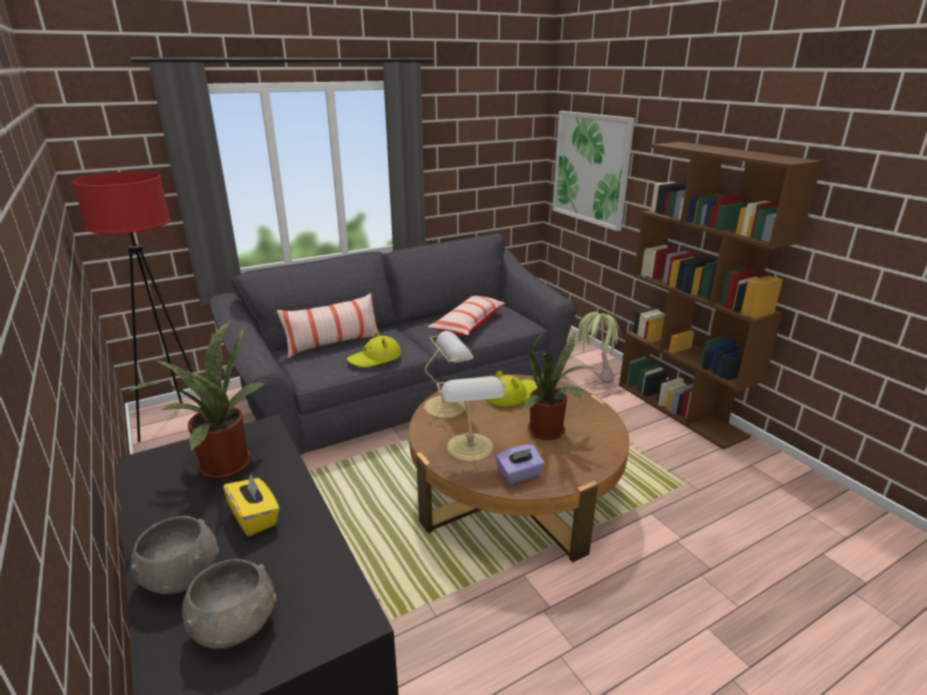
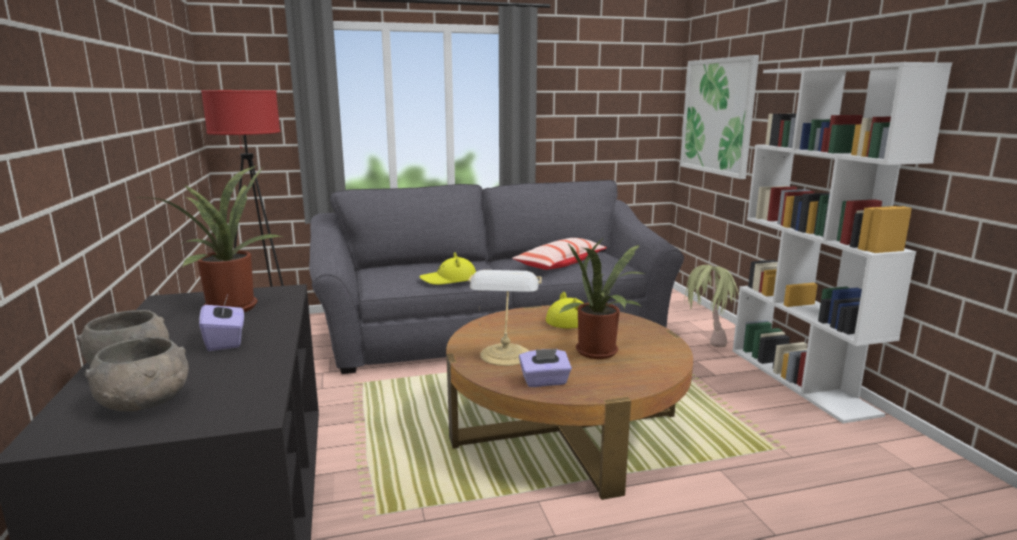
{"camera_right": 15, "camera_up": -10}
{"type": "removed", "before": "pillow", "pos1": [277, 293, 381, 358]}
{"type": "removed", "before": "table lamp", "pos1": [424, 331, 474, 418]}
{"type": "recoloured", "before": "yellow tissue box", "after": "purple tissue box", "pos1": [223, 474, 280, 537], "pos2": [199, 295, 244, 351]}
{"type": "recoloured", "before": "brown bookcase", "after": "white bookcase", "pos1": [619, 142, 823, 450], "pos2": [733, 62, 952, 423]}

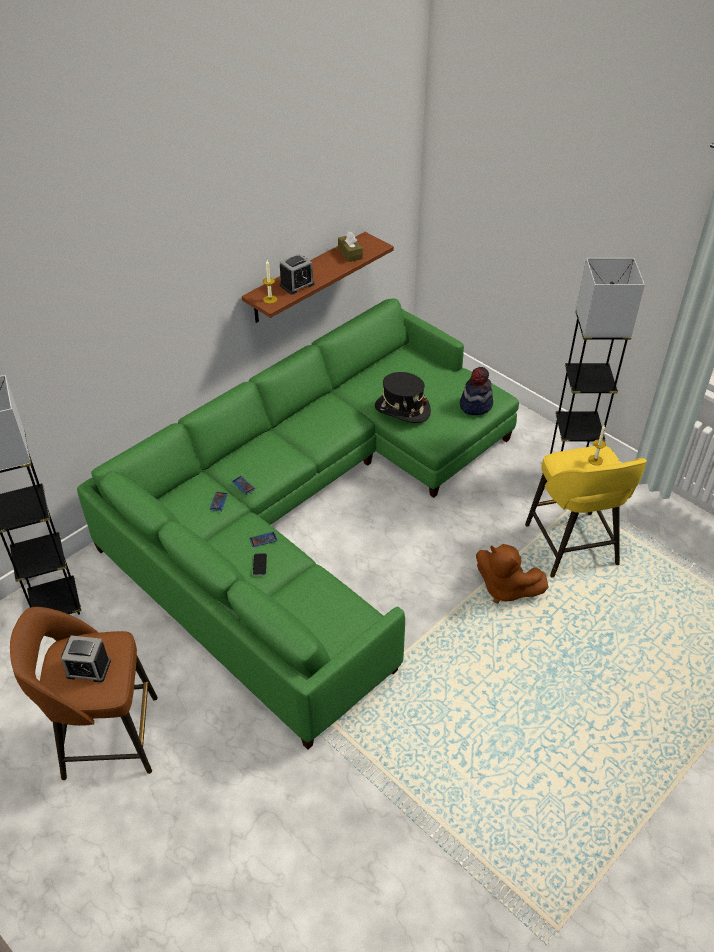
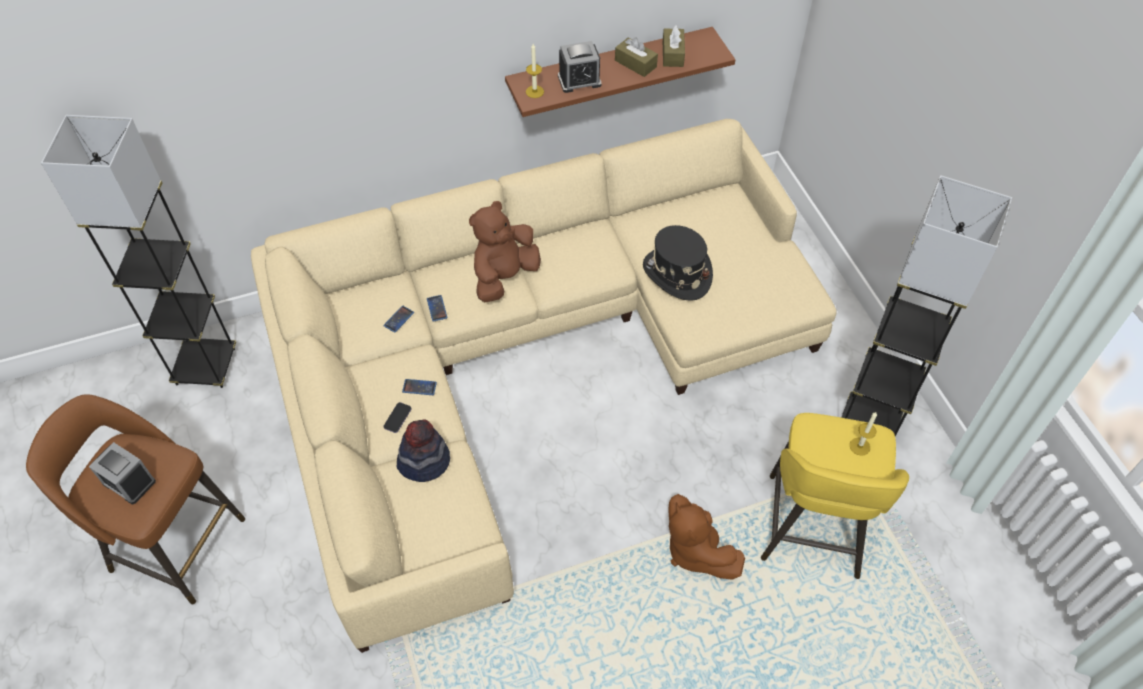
{"camera_right": 25, "camera_up": 10}
{"type": "added", "after": "brown plush toy", "pos2": [469, 201, 541, 302]}
{"type": "added", "after": "brown tissue box", "pos2": [615, 37, 658, 77]}
{"type": "moved", "before": "hat", "pos1": [460, 367, 493, 415], "pos2": [397, 420, 450, 482]}
{"type": "recoloured", "before": "green sofa", "after": "beige sofa", "pos1": [77, 298, 519, 750], "pos2": [251, 119, 837, 653]}

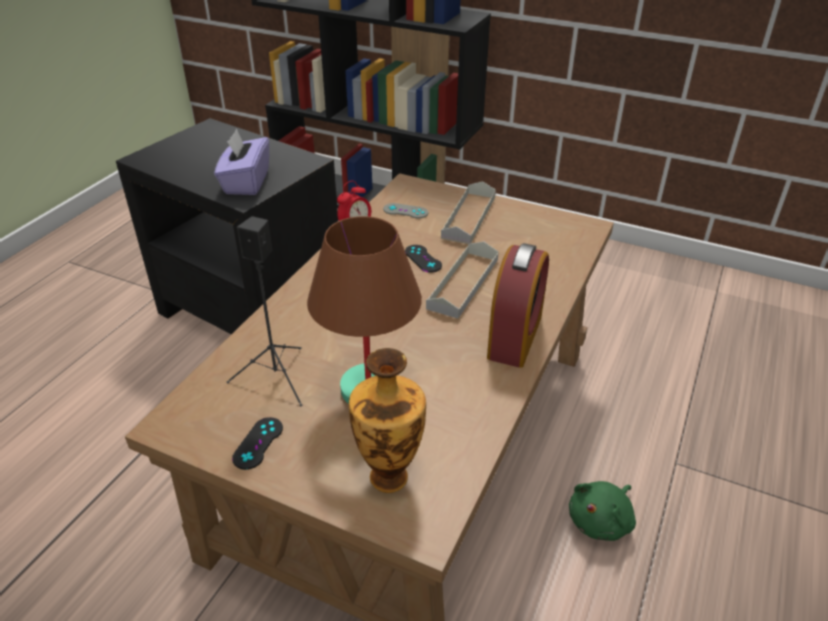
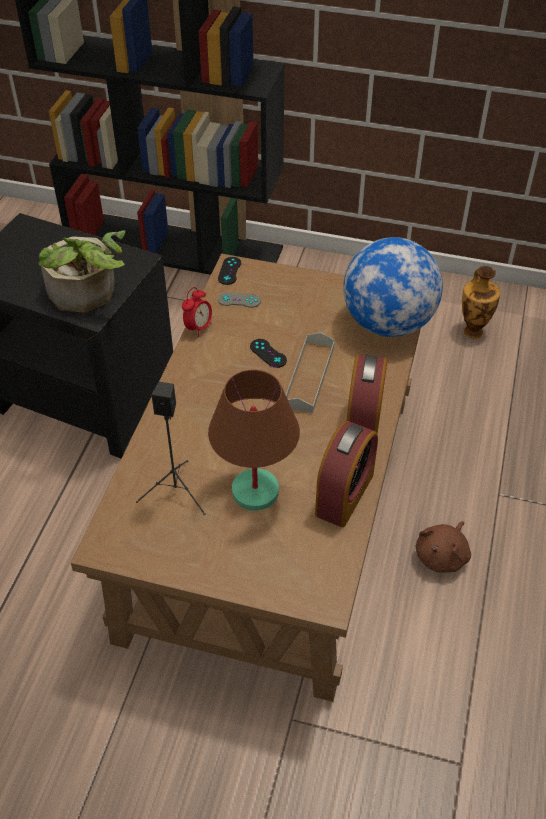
{"camera_right": -10, "camera_up": 10}
{"type": "removed", "before": "grey tray", "pos1": [441, 181, 496, 244]}
{"type": "added", "after": "alarm clock", "pos2": [315, 421, 378, 527]}
{"type": "added", "after": "globe", "pos2": [343, 237, 443, 337]}
{"type": "moved", "before": "black game controller", "pos1": [232, 417, 283, 470], "pos2": [218, 257, 241, 285]}
{"type": "moved", "before": "vase", "pos1": [349, 348, 426, 493], "pos2": [462, 266, 500, 339]}
{"type": "replaced", "before": "purple tissue box", "after": "potted plant", "pos1": [214, 129, 269, 195], "pos2": [38, 230, 125, 313]}
{"type": "recoloured", "before": "green plush toy", "after": "brown plush toy", "pos1": [569, 481, 636, 541], "pos2": [415, 521, 471, 573]}

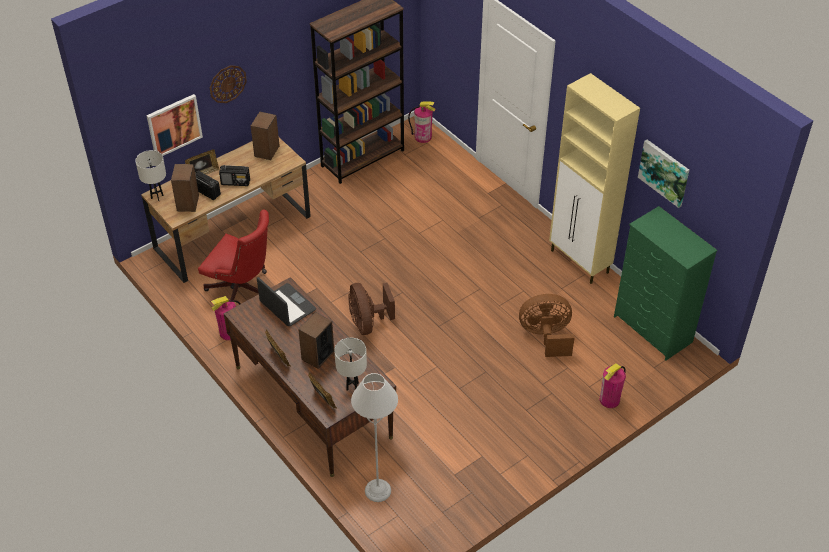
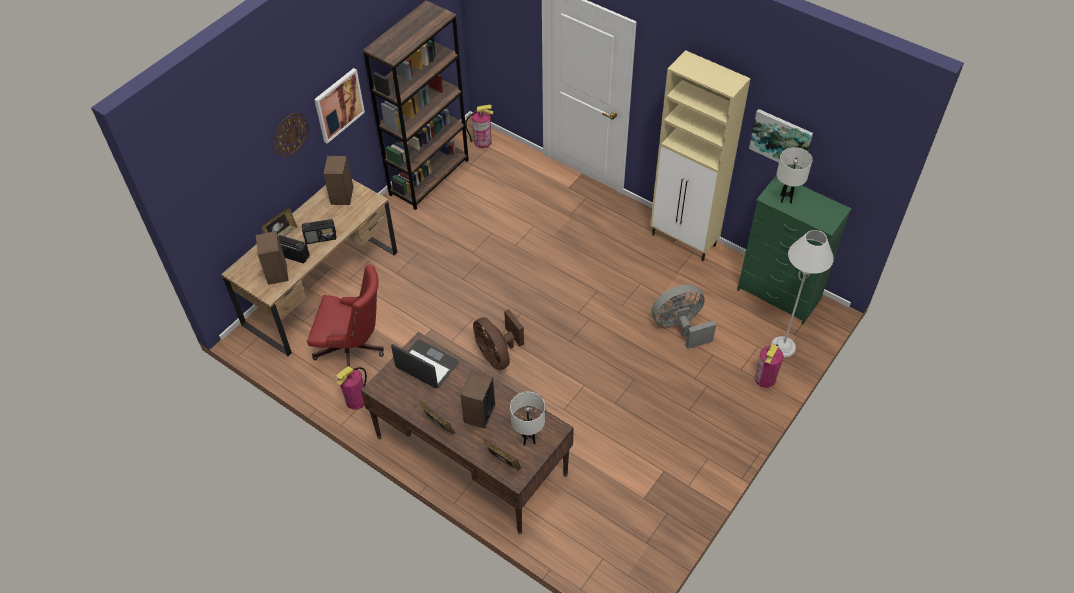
{"camera_right": -15, "camera_up": 5}
{"type": "moved", "before": "white table lamp", "pos1": [135, 150, 166, 201], "pos2": [777, 147, 812, 203]}
{"type": "moved", "before": "picture", "pos1": [146, 94, 203, 156], "pos2": [314, 68, 365, 144]}
{"type": "moved", "before": "grey floor lamp", "pos1": [351, 373, 398, 502], "pos2": [771, 230, 834, 357]}
{"type": "recoloured", "before": "brown fan", "after": "grey fan", "pos1": [519, 294, 574, 357], "pos2": [652, 284, 716, 349]}

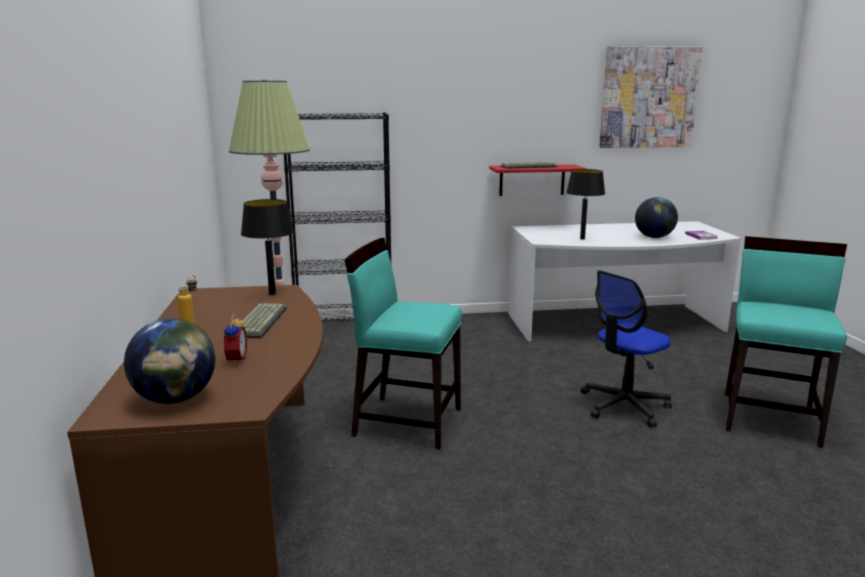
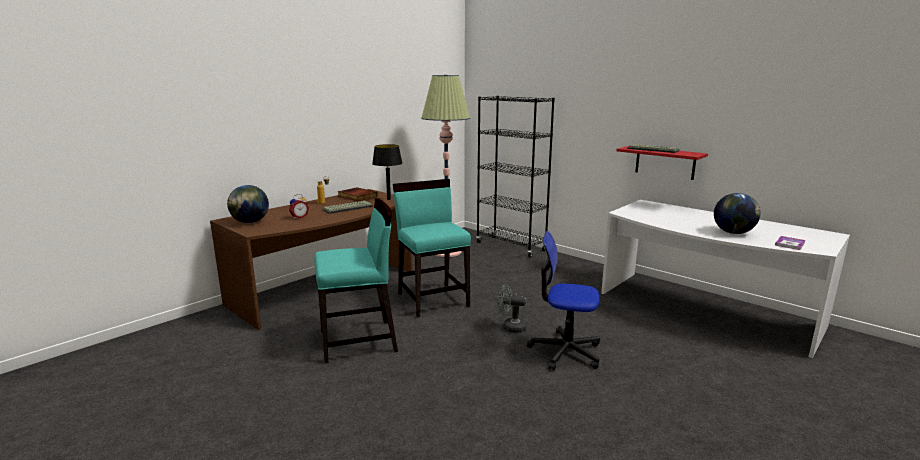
{"camera_right": 50, "camera_up": 0}
{"type": "removed", "before": "black table lamp", "pos1": [566, 169, 605, 239]}
{"type": "removed", "before": "picture", "pos1": [599, 46, 703, 148]}
{"type": "added", "after": "book", "pos2": [338, 187, 377, 201]}
{"type": "added", "after": "grey fan", "pos2": [497, 284, 527, 333]}
{"type": "moved", "before": "turquoise chair", "pos1": [725, 236, 847, 448], "pos2": [314, 198, 398, 363]}

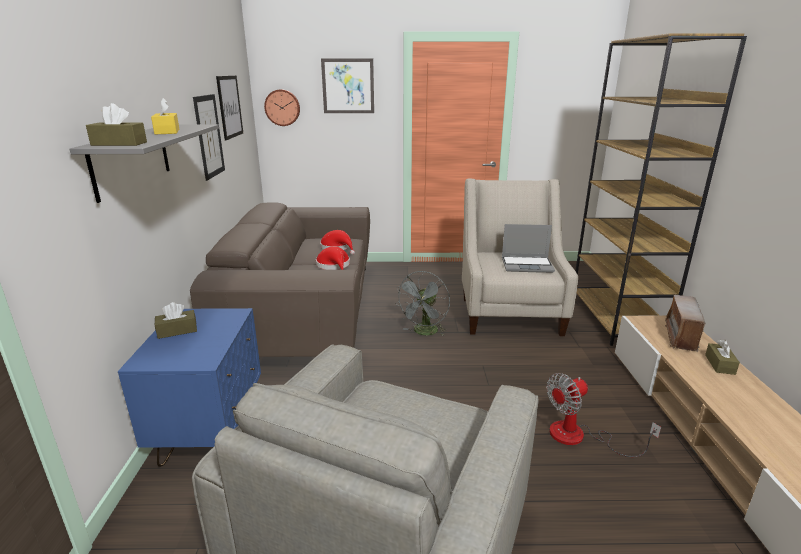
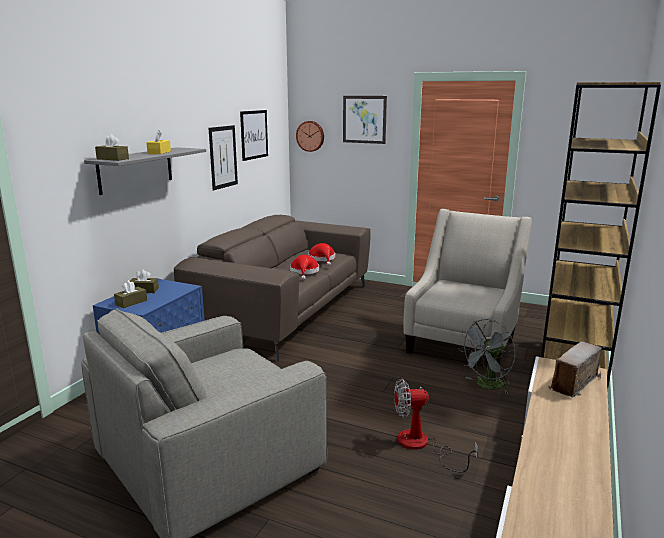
{"camera_right": 25, "camera_up": -5}
{"type": "removed", "before": "laptop", "pos1": [502, 224, 555, 273]}
{"type": "moved", "before": "grey fan", "pos1": [395, 271, 450, 336], "pos2": [458, 319, 515, 394]}
{"type": "moved", "before": "brown tissue box", "pos1": [705, 340, 740, 375], "pos2": [114, 280, 147, 308]}

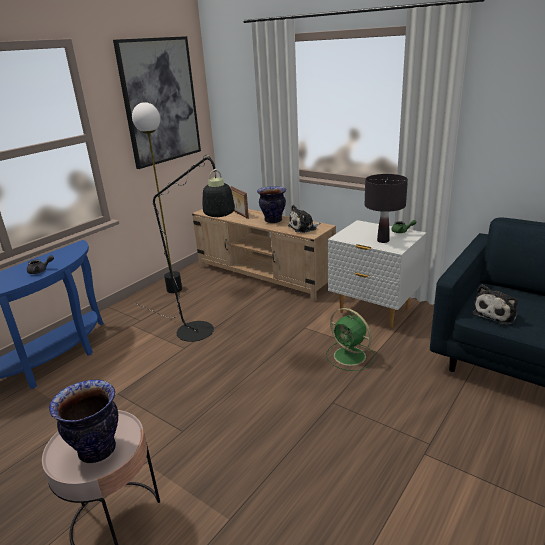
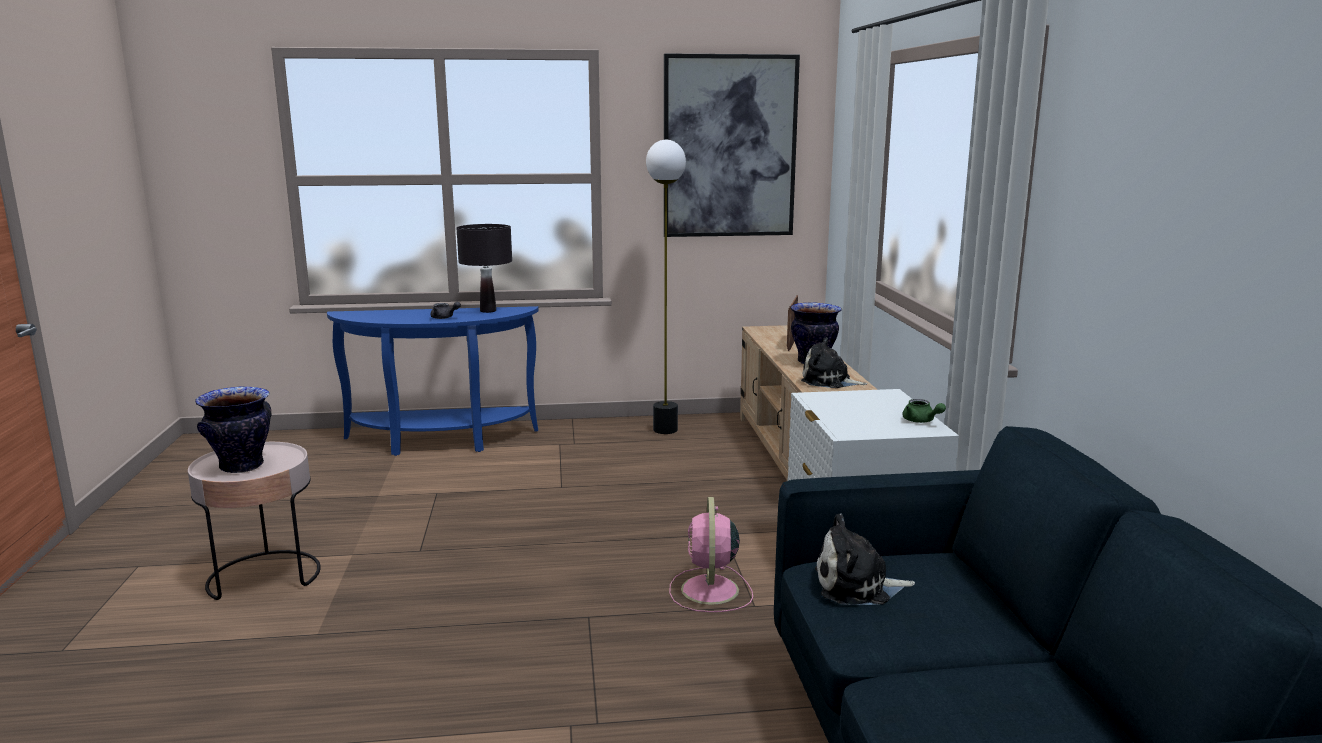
{"camera_right": 45, "camera_up": -10}
{"type": "removed", "before": "black floor lamp", "pos1": [135, 155, 235, 342]}
{"type": "moved", "before": "black table lamp", "pos1": [365, 174, 408, 243], "pos2": [457, 224, 512, 313]}
{"type": "recoloured", "before": "green fan", "after": "pink fan", "pos1": [326, 308, 375, 371], "pos2": [669, 497, 753, 612]}

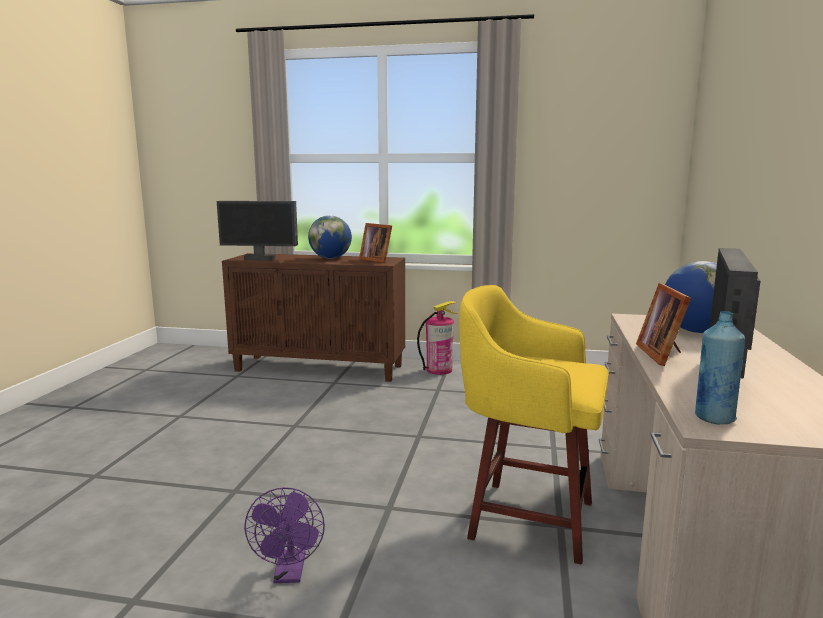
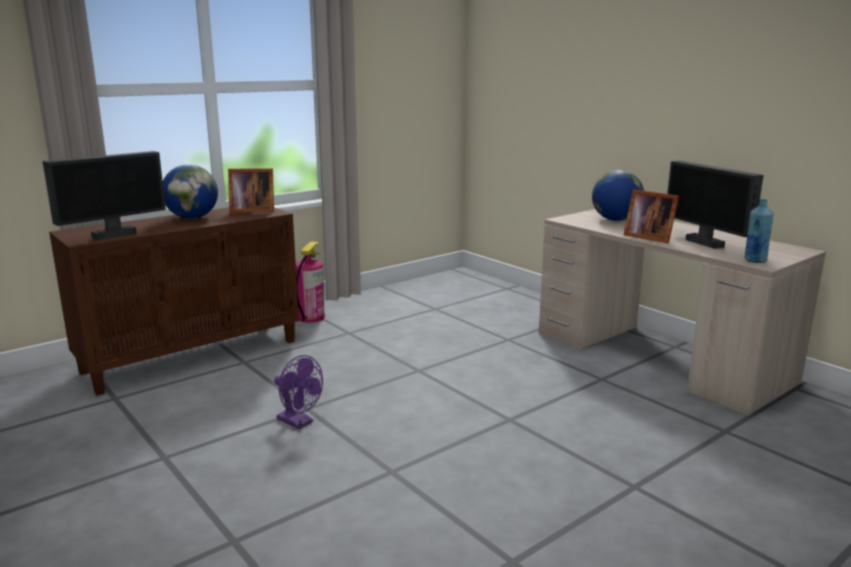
{"camera_right": -50, "camera_up": 5}
{"type": "removed", "before": "yellow stool", "pos1": [459, 285, 609, 565]}
{"type": "moved", "before": "purple fan", "pos1": [244, 487, 325, 583], "pos2": [274, 355, 323, 429]}

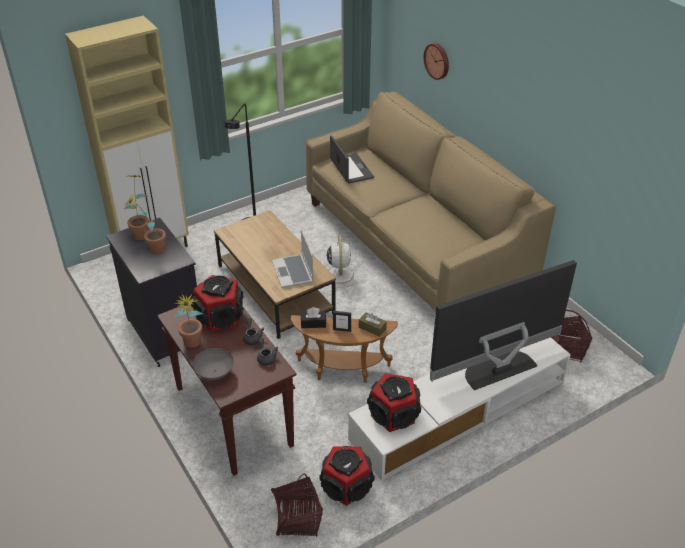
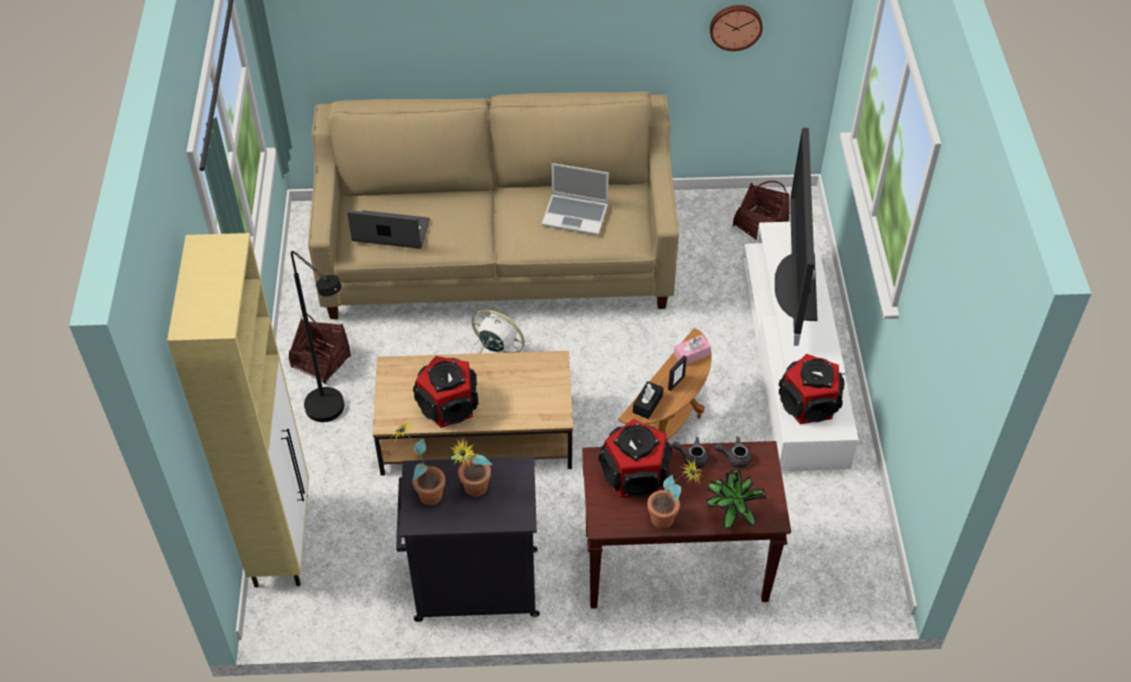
{"camera_right": -60, "camera_up": 10}
{"type": "moved", "before": "basket", "pos1": [271, 474, 323, 537], "pos2": [289, 314, 351, 384]}
{"type": "moved", "before": "laptop", "pos1": [272, 229, 314, 288], "pos2": [542, 163, 609, 235]}
{"type": "moved", "before": "speaker", "pos1": [319, 446, 374, 506], "pos2": [413, 356, 478, 428]}
{"type": "moved", "before": "wall clock", "pos1": [424, 43, 449, 80], "pos2": [710, 5, 763, 51]}
{"type": "replaced", "before": "grey bowl", "after": "potted plant", "pos1": [193, 348, 234, 380], "pos2": [706, 470, 766, 530]}
{"type": "recoloured", "before": "brown tissue box", "after": "pink tissue box", "pos1": [359, 312, 387, 337], "pos2": [674, 335, 711, 365]}

